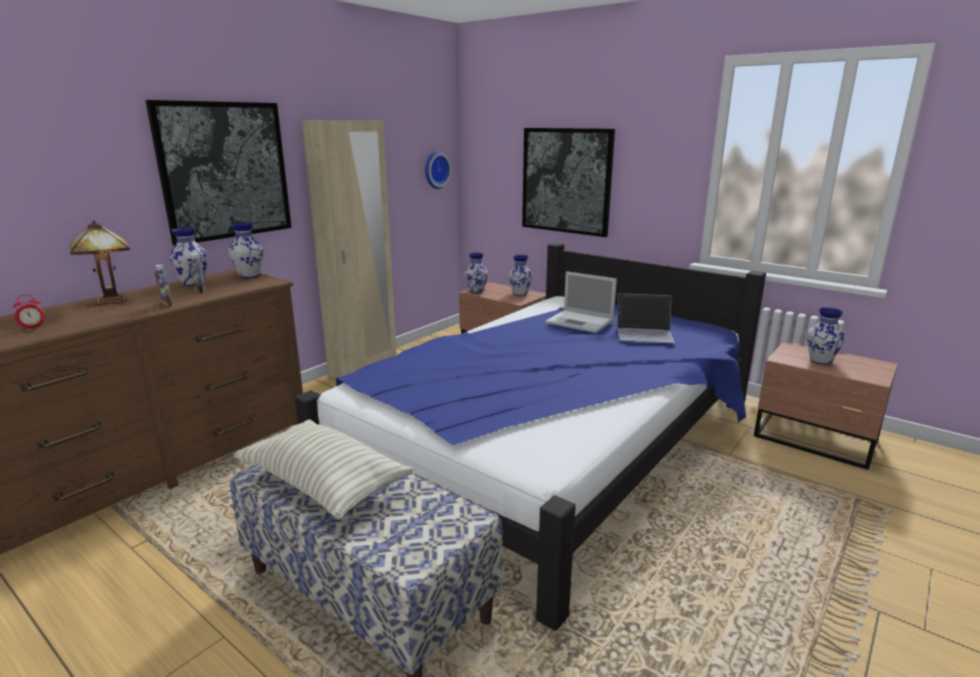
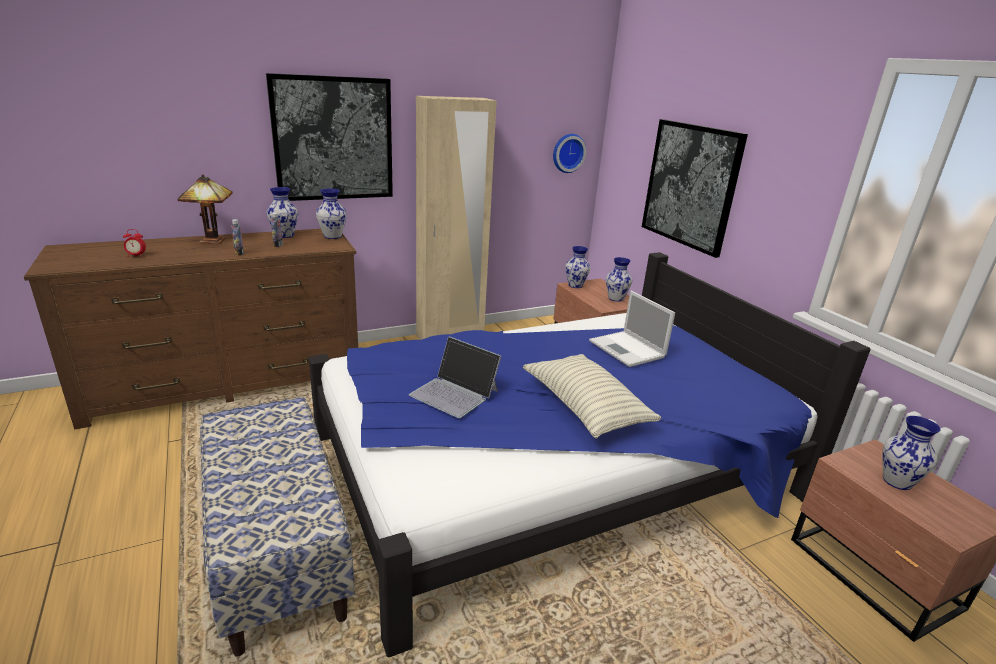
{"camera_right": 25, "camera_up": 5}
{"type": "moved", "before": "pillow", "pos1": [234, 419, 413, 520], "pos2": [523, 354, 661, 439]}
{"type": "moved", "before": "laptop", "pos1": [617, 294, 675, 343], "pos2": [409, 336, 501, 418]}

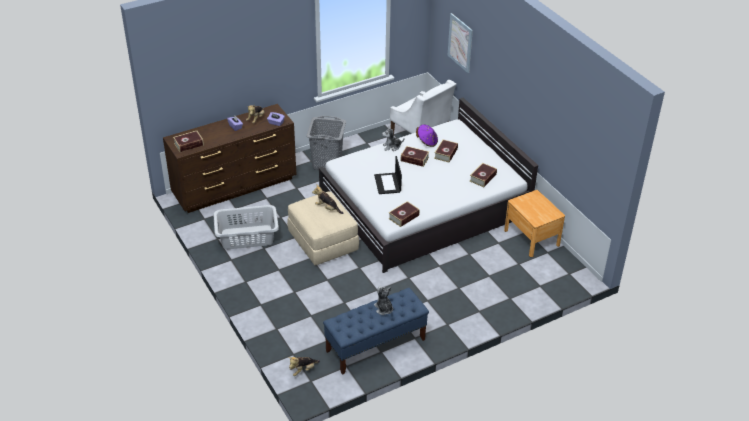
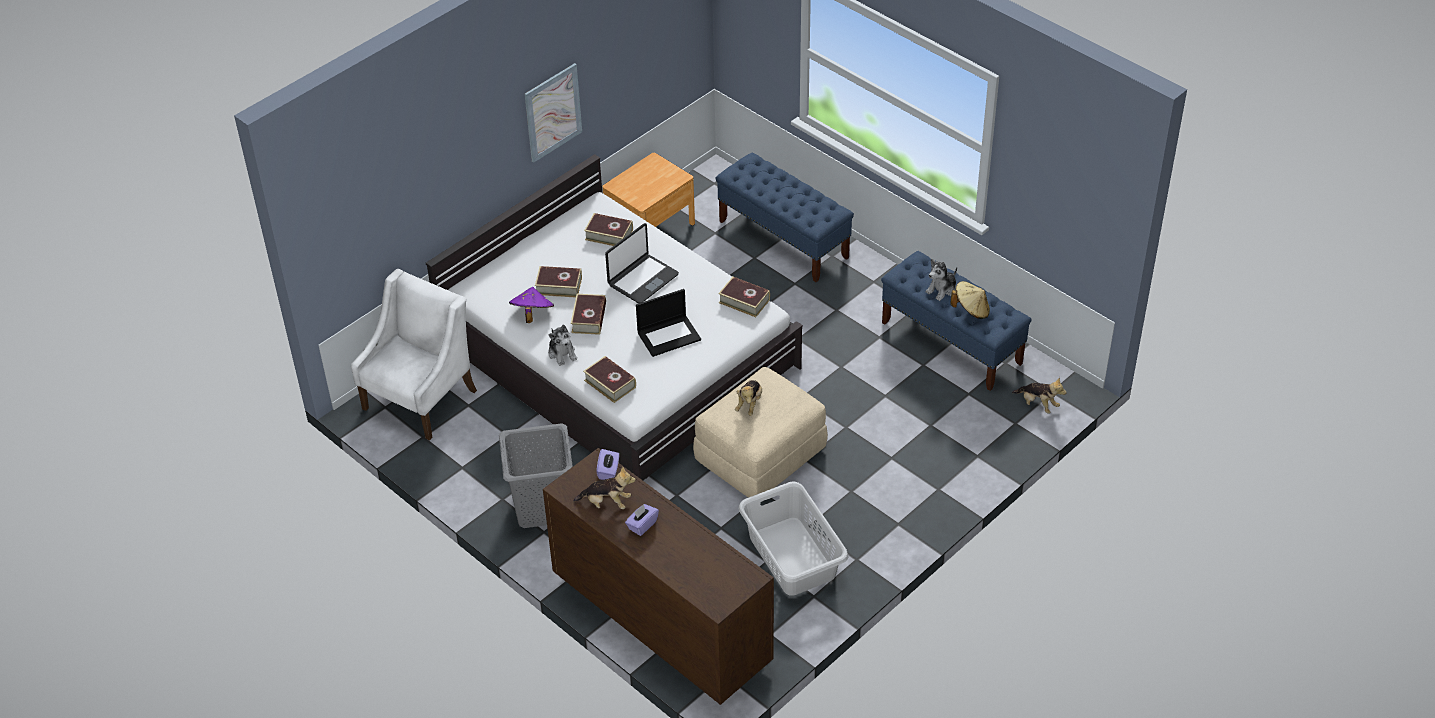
{"camera_right": -105, "camera_up": 5}
{"type": "added", "after": "laptop", "pos2": [605, 223, 679, 304]}
{"type": "added", "after": "blue bench", "pos2": [716, 152, 854, 282]}
{"type": "added", "after": "beige hat", "pos2": [950, 281, 990, 319]}
{"type": "moved", "before": "book", "pos1": [173, 131, 204, 152], "pos2": [583, 356, 636, 403]}
{"type": "moved", "before": "picture", "pos1": [448, 13, 473, 73], "pos2": [525, 63, 582, 163]}

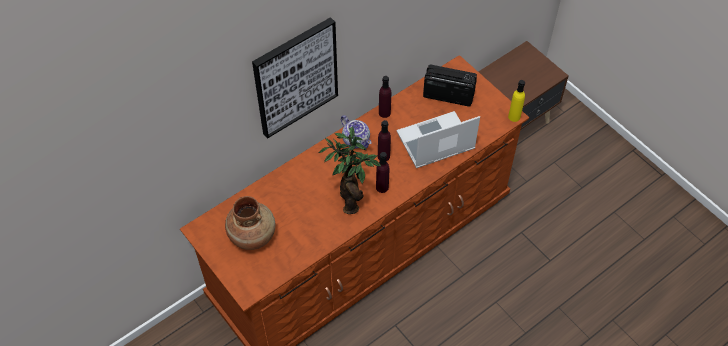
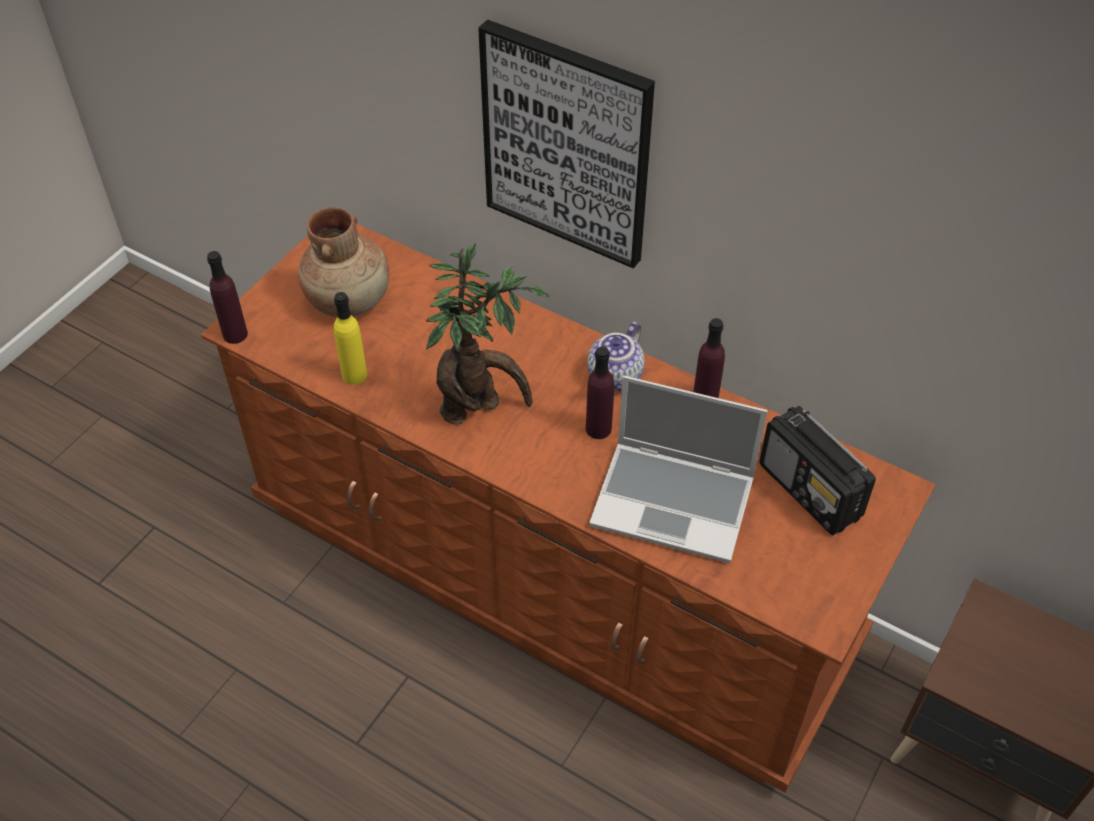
{"camera_right": 70, "camera_up": -5}
{"type": "moved", "before": "purple bottle", "pos1": [376, 152, 389, 193], "pos2": [207, 251, 248, 344]}
{"type": "moved", "before": "yellow bottle", "pos1": [508, 80, 525, 122], "pos2": [334, 292, 367, 385]}
{"type": "turned", "before": "laptop", "pos1": [397, 111, 480, 168], "pos2": [589, 376, 767, 563], "turn": 150}
{"type": "turned", "before": "radio", "pos1": [423, 64, 477, 107], "pos2": [759, 406, 876, 535], "turn": 150}

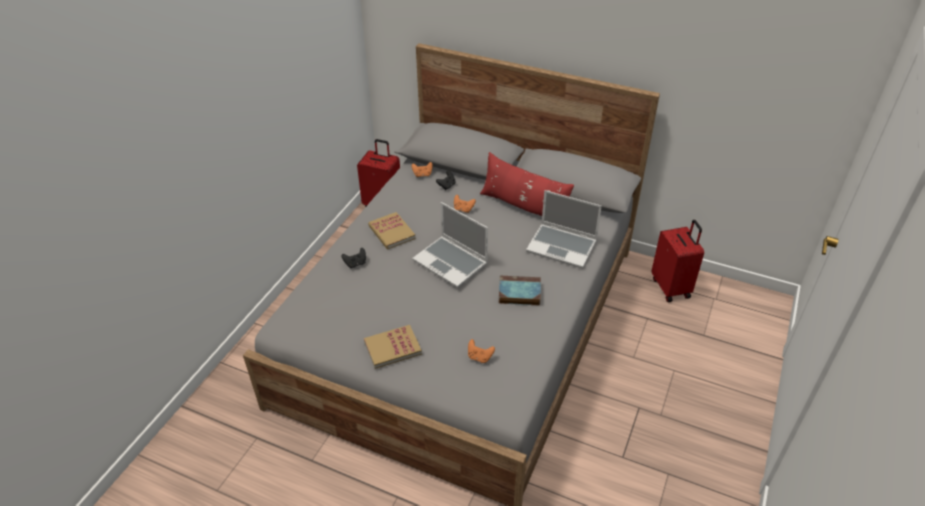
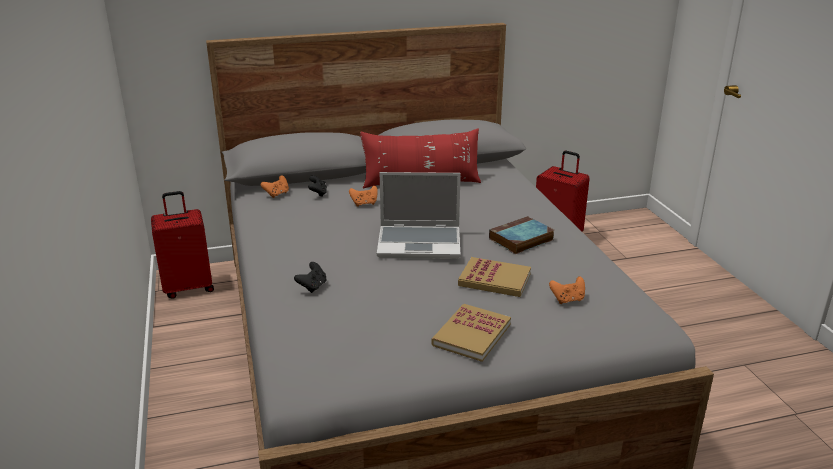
{"camera_right": -40, "camera_up": -15}
{"type": "removed", "before": "laptop", "pos1": [526, 190, 602, 268]}
{"type": "moved", "before": "book", "pos1": [368, 212, 416, 249], "pos2": [458, 257, 531, 297]}

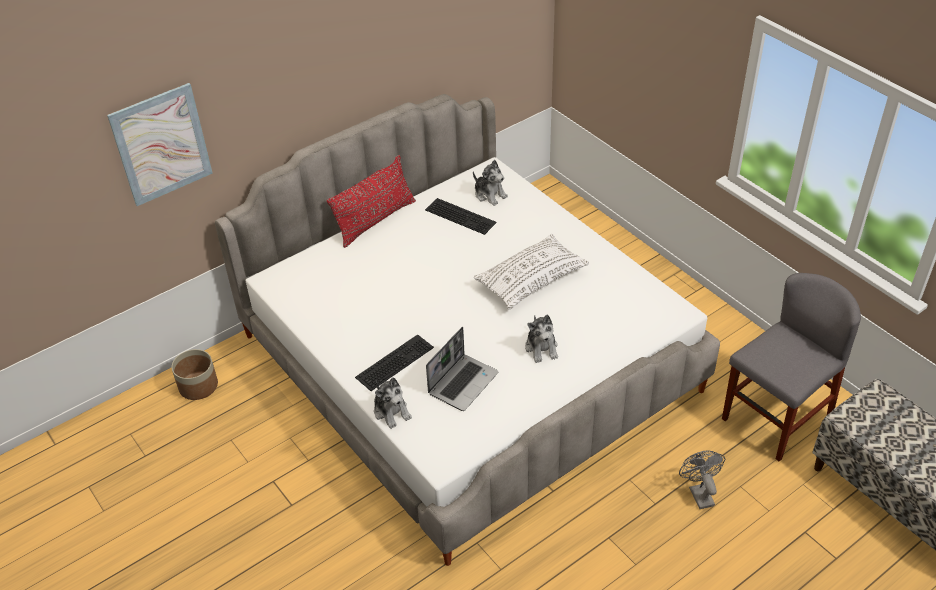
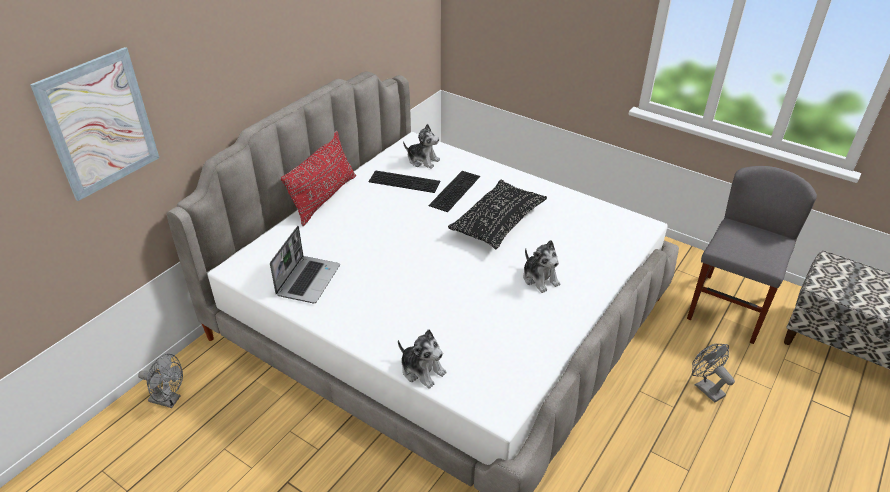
{"camera_right": -20, "camera_up": -5}
{"type": "moved", "before": "keyboard", "pos1": [355, 334, 434, 391], "pos2": [429, 171, 480, 212]}
{"type": "moved", "before": "laptop", "pos1": [426, 327, 498, 411], "pos2": [270, 226, 340, 303]}
{"type": "replaced", "before": "planter", "after": "grey fan", "pos1": [172, 349, 218, 400], "pos2": [138, 354, 183, 408]}
{"type": "recoloured", "before": "white pillow", "after": "black pillow", "pos1": [474, 234, 589, 310], "pos2": [448, 180, 547, 249]}

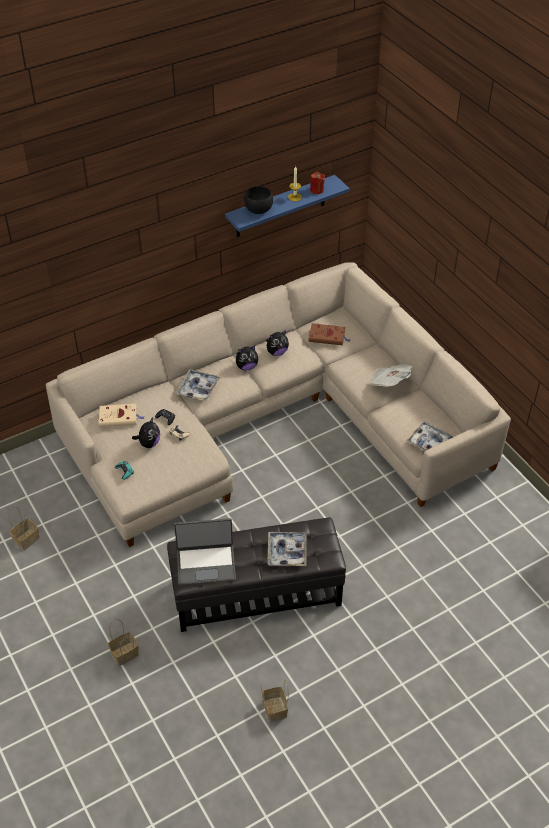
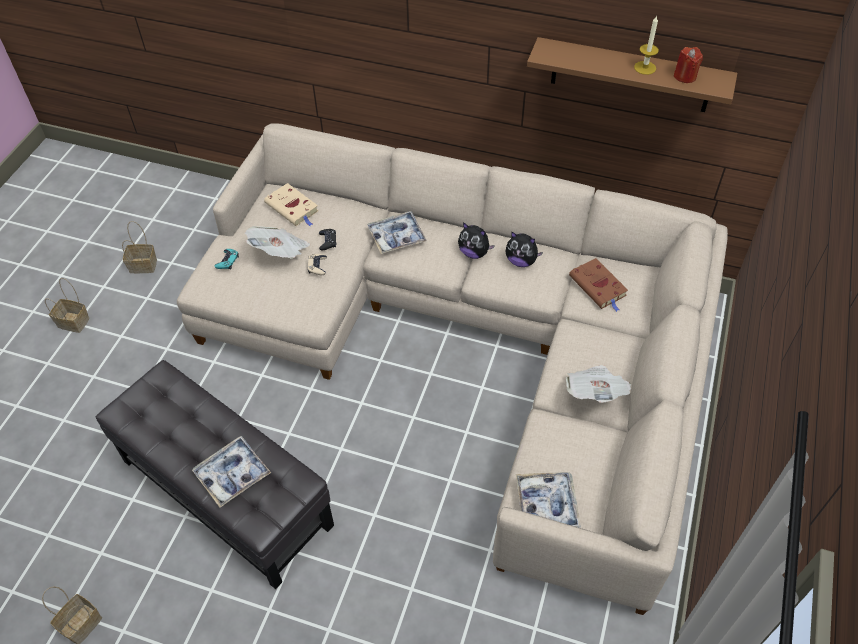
{"camera_right": 50, "camera_up": 5}
{"type": "removed", "before": "laptop", "pos1": [174, 518, 236, 585]}
{"type": "removed", "before": "black bowl", "pos1": [244, 186, 273, 214]}
{"type": "moved", "before": "basket", "pos1": [108, 619, 139, 666], "pos2": [45, 278, 90, 333]}
{"type": "replaced", "before": "plush toy", "after": "newspaper", "pos1": [132, 417, 160, 448], "pos2": [245, 226, 310, 259]}
{"type": "recoloured", "before": "blue shelf", "after": "brown shelf", "pos1": [225, 175, 350, 237], "pos2": [527, 37, 737, 112]}

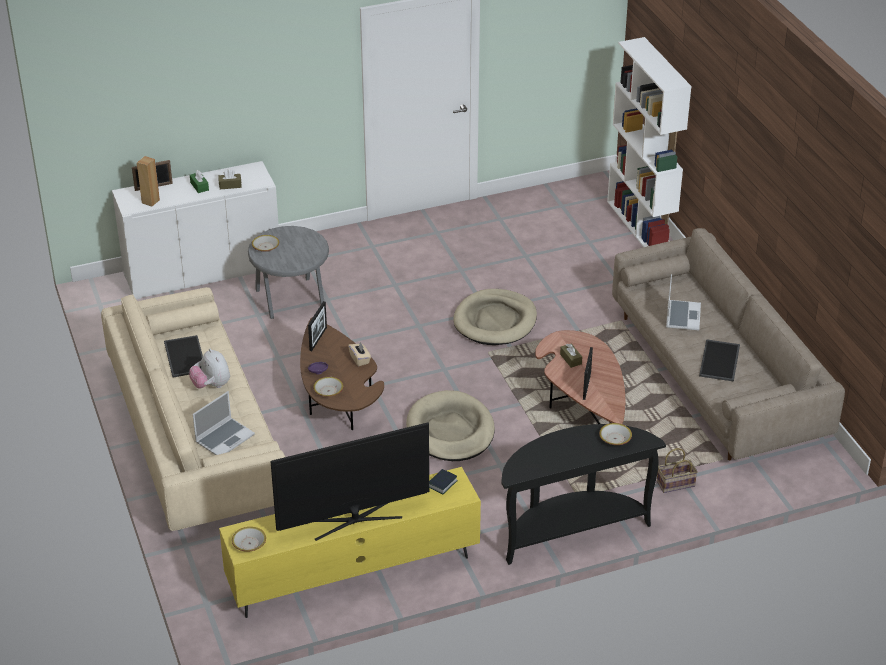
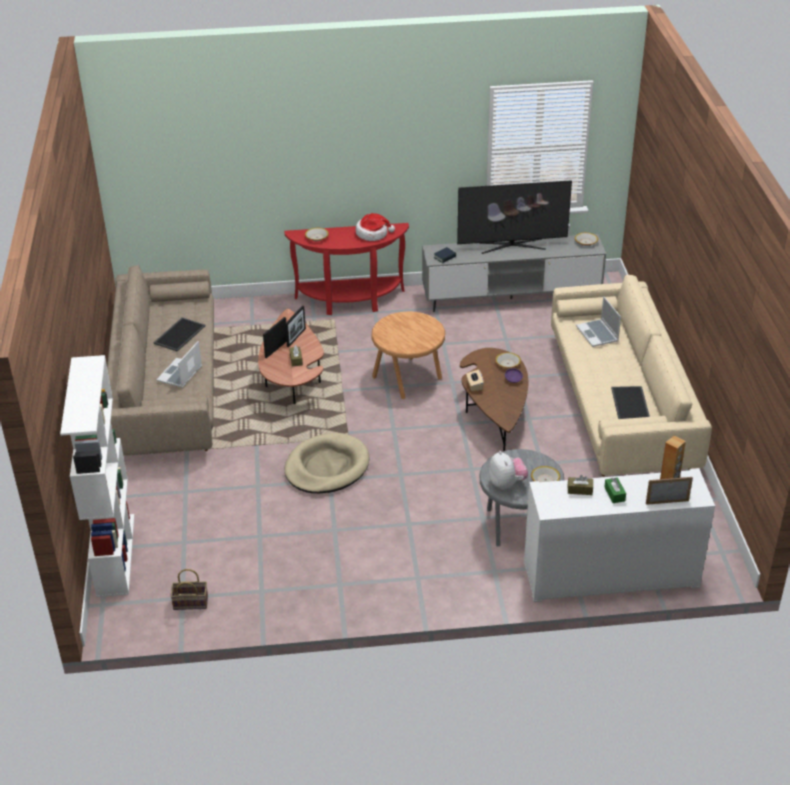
{"camera_right": -165, "camera_up": 0}
{"type": "added", "after": "hat", "pos2": [356, 213, 395, 241]}
{"type": "moved", "before": "plush toy", "pos1": [189, 349, 230, 389], "pos2": [489, 451, 528, 490]}
{"type": "moved", "before": "picture frame", "pos1": [308, 301, 327, 351], "pos2": [263, 317, 287, 358]}
{"type": "moved", "before": "basket", "pos1": [657, 448, 698, 493], "pos2": [170, 569, 208, 610]}
{"type": "replaced", "before": "beige dog bed", "after": "brown side table", "pos1": [406, 390, 495, 461], "pos2": [372, 311, 445, 399]}
{"type": "recoloured", "before": "yellow tv stand", "after": "grey tv stand", "pos1": [219, 467, 481, 618], "pos2": [422, 234, 606, 312]}
{"type": "recoloured", "before": "black console table", "after": "red console table", "pos1": [501, 424, 666, 565], "pos2": [284, 223, 409, 315]}
{"type": "turned", "before": "laptop", "pos1": [193, 391, 255, 455], "pos2": [576, 296, 621, 347], "turn": -75}

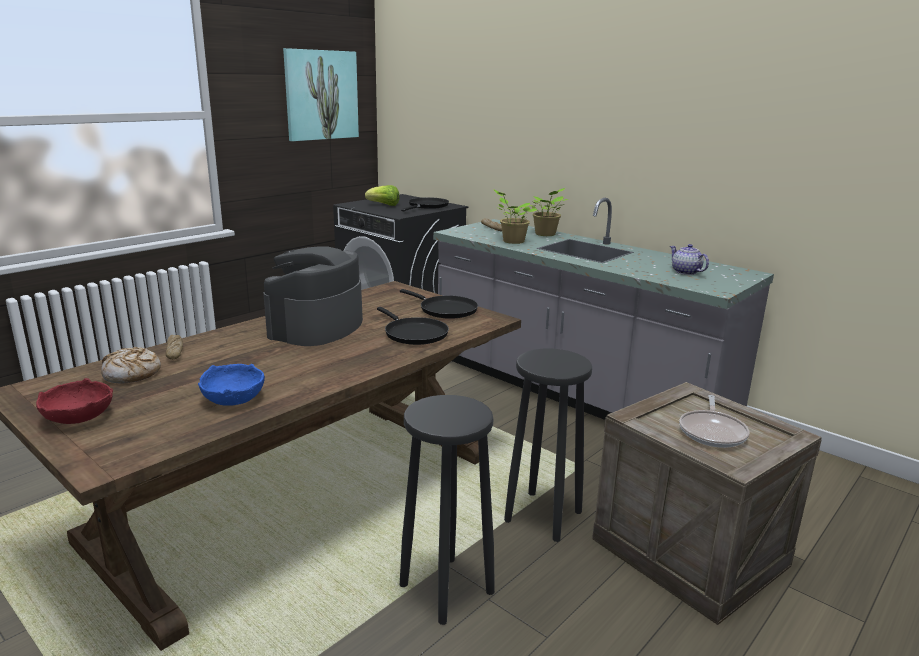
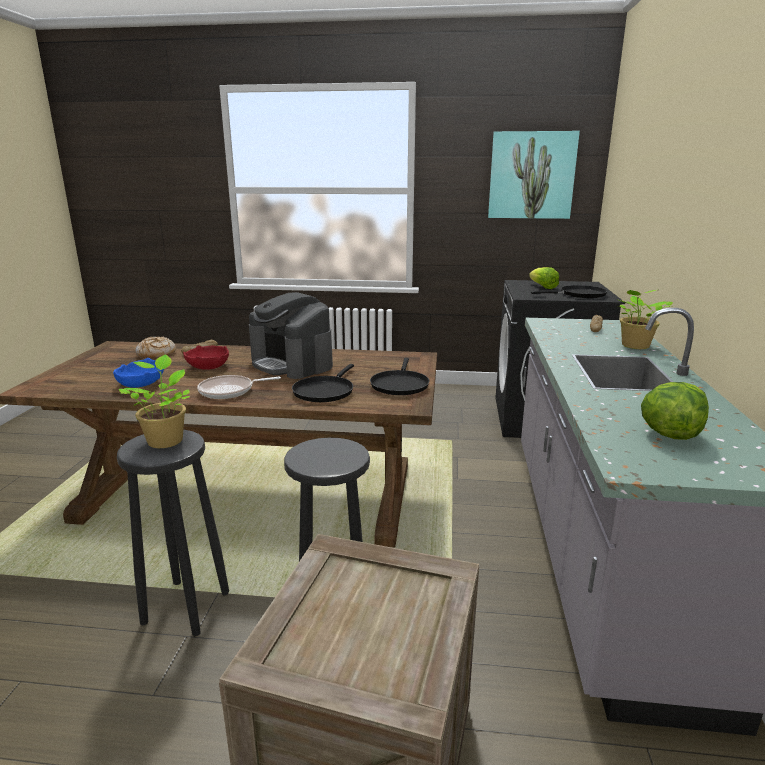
{"camera_right": 55, "camera_up": 0}
{"type": "moved", "before": "red bowl", "pos1": [36, 378, 113, 424], "pos2": [183, 345, 229, 370]}
{"type": "moved", "before": "potted plant", "pos1": [493, 189, 537, 244], "pos2": [119, 355, 190, 448]}
{"type": "moved", "before": "frying pan", "pos1": [679, 395, 749, 448], "pos2": [197, 375, 281, 399]}
{"type": "replaced", "before": "teapot", "after": "lettuce", "pos1": [670, 244, 709, 275], "pos2": [641, 382, 709, 440]}
{"type": "turned", "before": "coffee machine", "pos1": [263, 247, 363, 346], "pos2": [249, 292, 333, 379], "turn": -120}

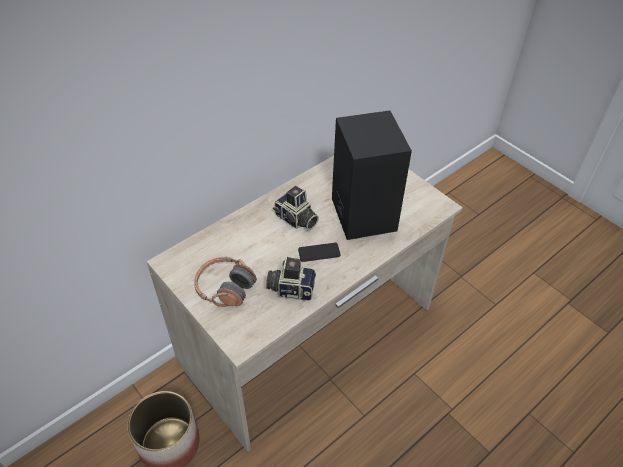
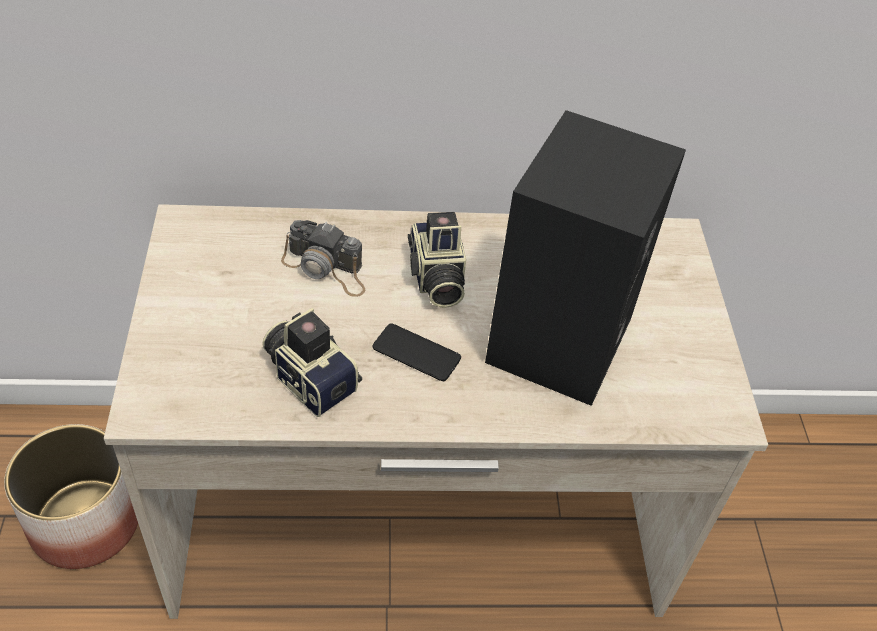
{"camera_right": 35, "camera_up": 0}
{"type": "removed", "before": "headphones", "pos1": [194, 257, 257, 307]}
{"type": "added", "after": "photo camera", "pos2": [281, 220, 365, 297]}

